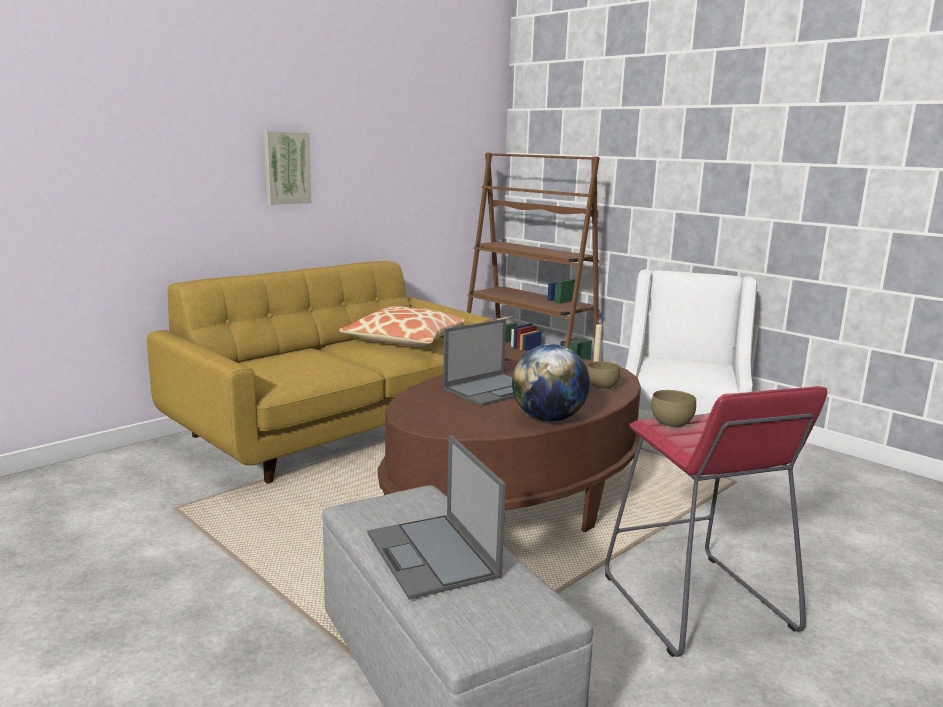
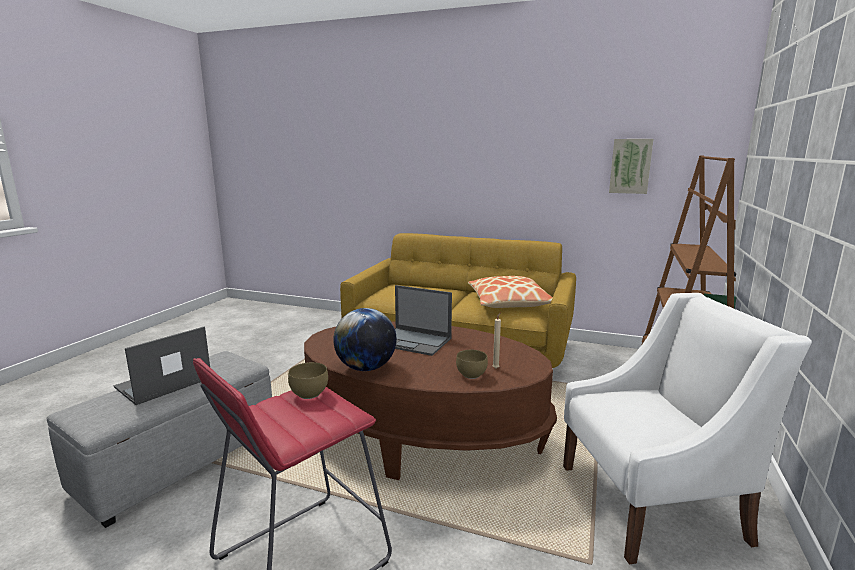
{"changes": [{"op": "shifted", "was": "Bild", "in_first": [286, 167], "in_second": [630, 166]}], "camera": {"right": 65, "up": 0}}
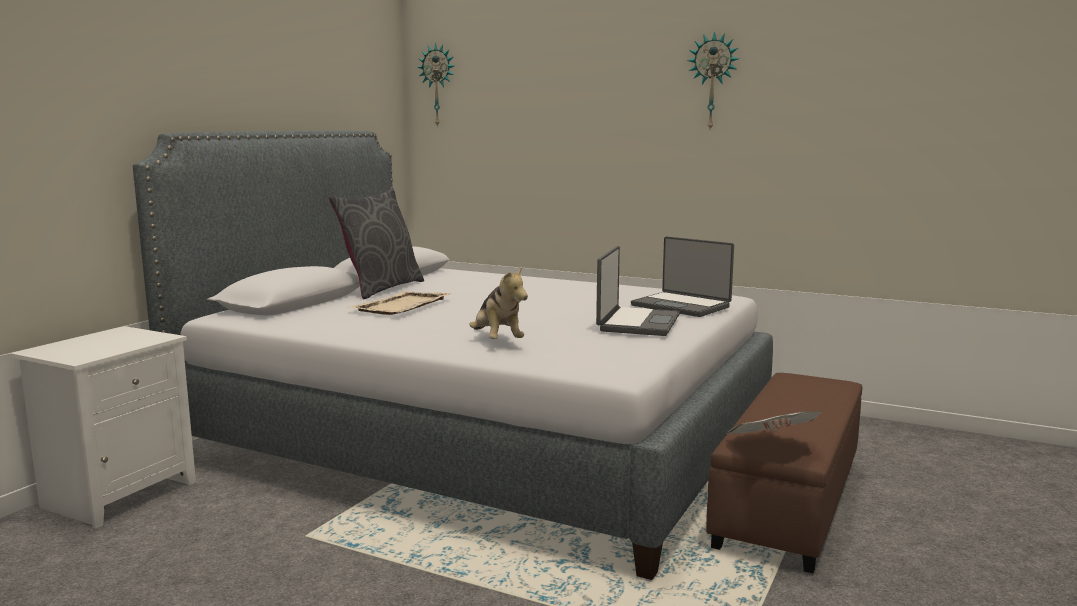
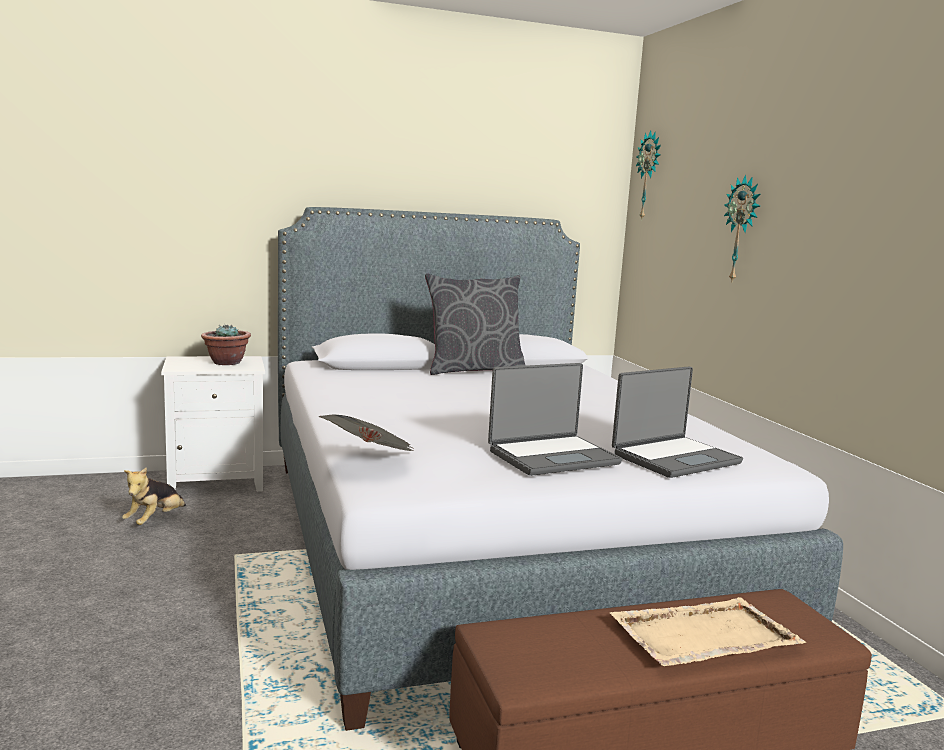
{"changes": [{"op": "shifted", "was": "Plüschtier", "in_first": [497, 341], "in_second": [155, 521]}, {"op": "new", "now": "Topfpflanze", "in_second": [226, 362]}, {"op": "shifted", "was": "Zeitung", "in_first": [770, 447], "in_second": [371, 459]}, {"op": "shifted", "was": "Tablett/beige", "in_first": [401, 306], "in_second": [702, 636]}, {"op": "rotated", "was": "Laptop", "in_first": [681, 306], "in_second": [674, 458], "clockwise": -120}, {"op": "shifted", "was": "Wanduhr", "in_first": [713, 82], "in_second": [742, 229]}], "camera": {"right": 45, "up": 0}}
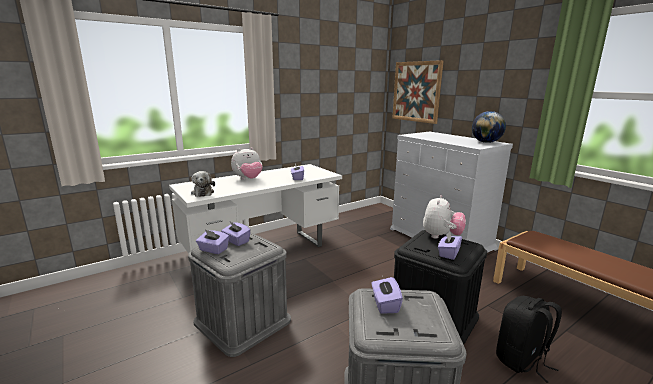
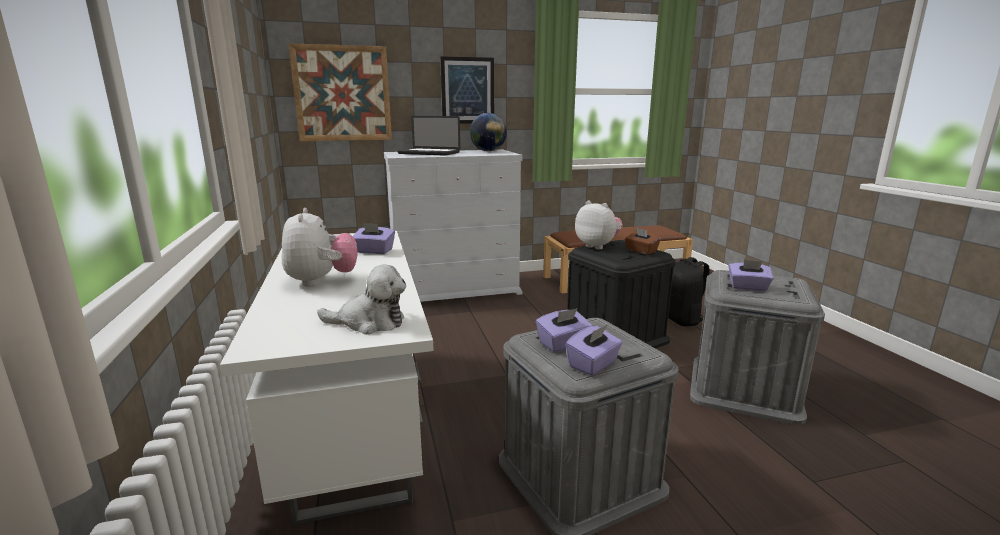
{"changes": [{"op": "new", "now": "Laptop", "in_second": [429, 153]}, {"op": "new", "now": "Bild", "in_second": [467, 90]}, {"op": "repainted", "was": "Taschentuchbox/lila", "now": "Taschentuchbox/braun", "in_first": [448, 253], "in_second": [641, 251]}], "camera": {"right": -70, "up": 0}}
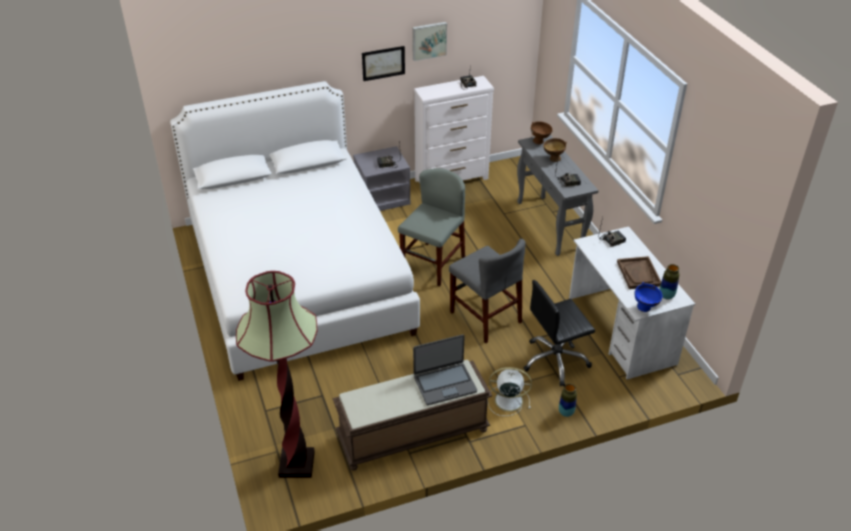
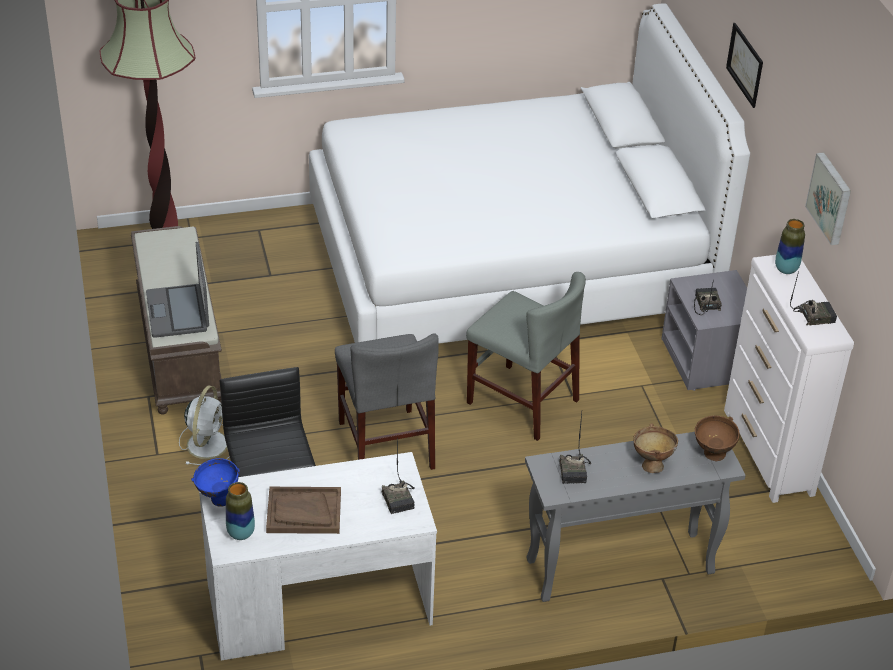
{"changes": [{"op": "rotated", "was": "Stuhl/grau", "in_first": [485, 317], "in_second": [385, 445], "clockwise": -75}, {"op": "shifted", "was": "Bild", "in_first": [383, 63], "in_second": [745, 64]}, {"op": "shifted", "was": "Vase", "in_first": [566, 412], "in_second": [786, 269]}], "camera": {"right": 95, "up": 0}}
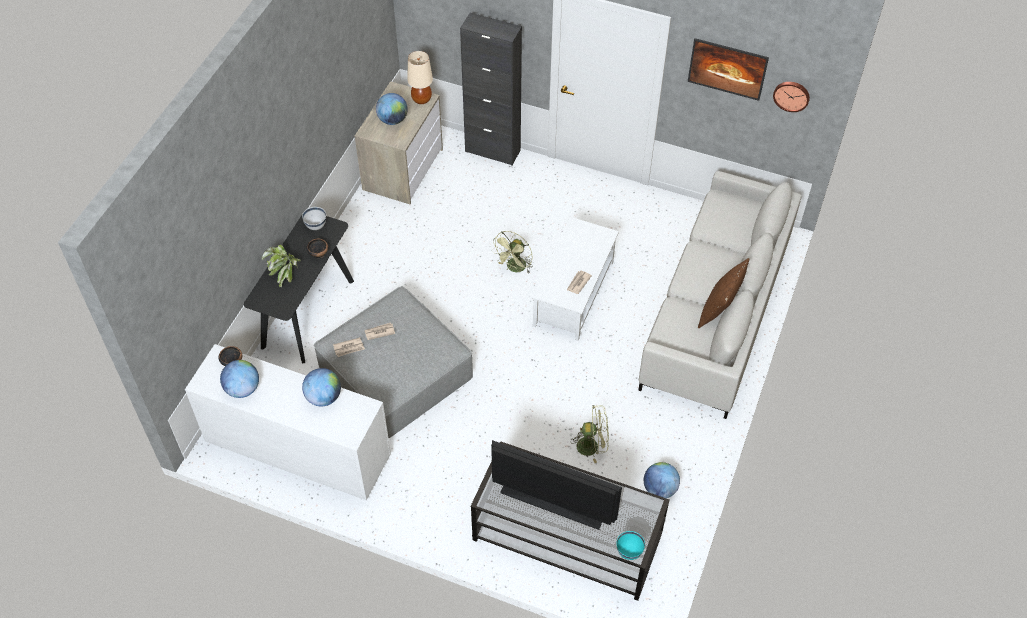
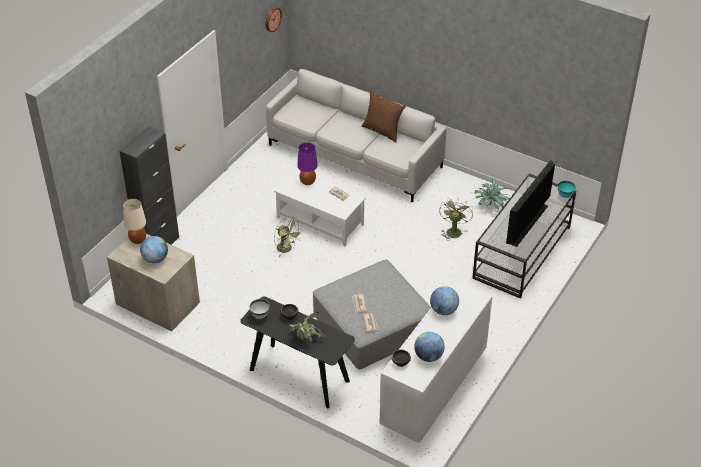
{"changes": [{"op": "new", "now": "Tischlampe/lila", "in_second": [307, 181]}, {"op": "swapped", "was": "Globus", "now": "Topfpflanze", "in_first": [659, 489], "in_second": [491, 205]}, {"op": "gone", "was": "Bild", "in_first": [725, 79]}], "camera": {"right": -80, "up": -10}}
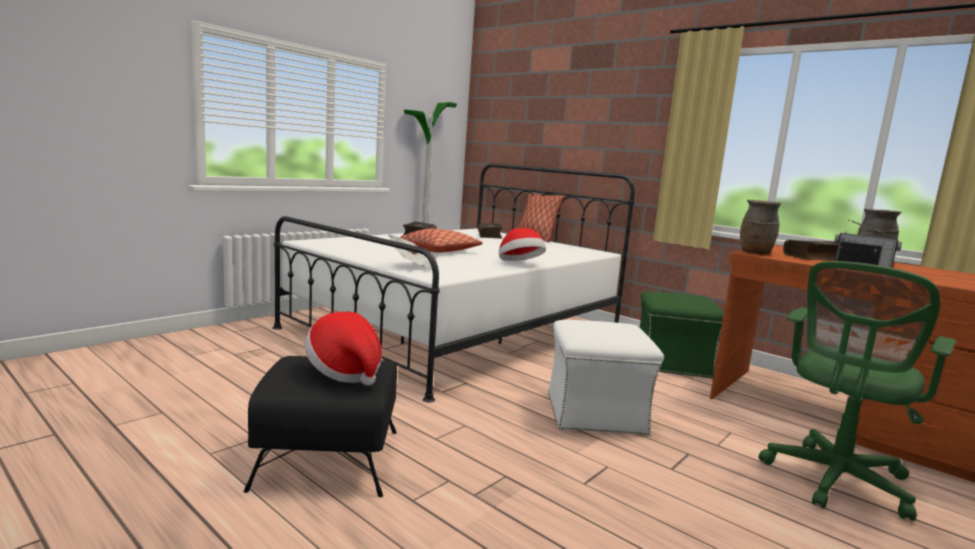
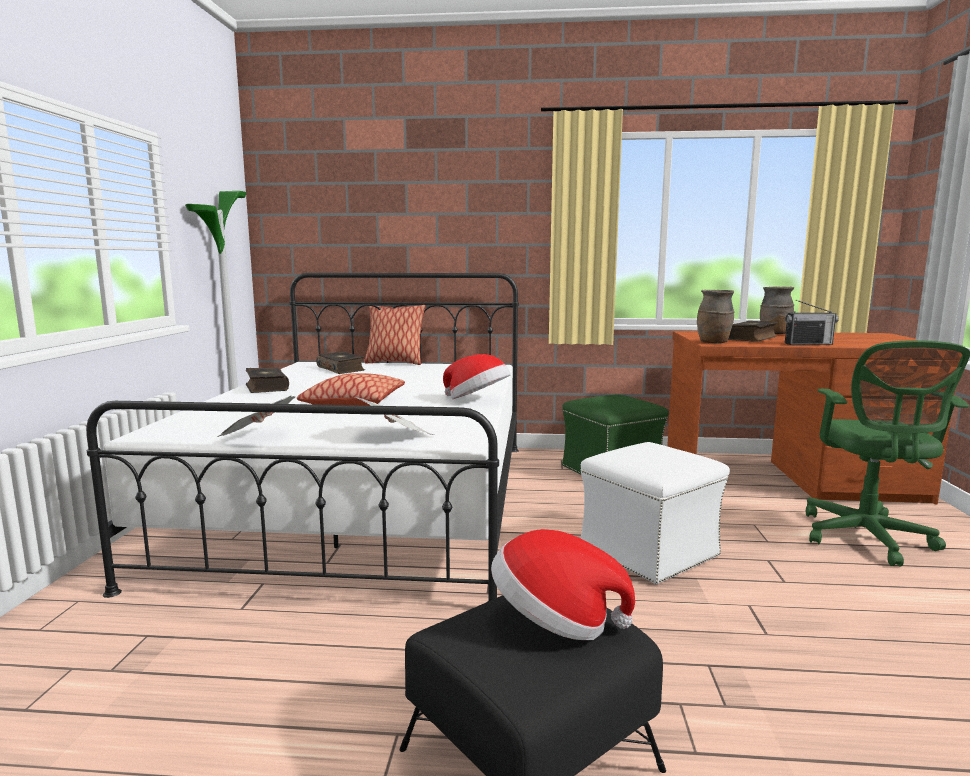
{"changes": [{"op": "new", "now": "Zeitung", "in_second": [258, 436]}], "camera": {"right": -35, "up": 0}}
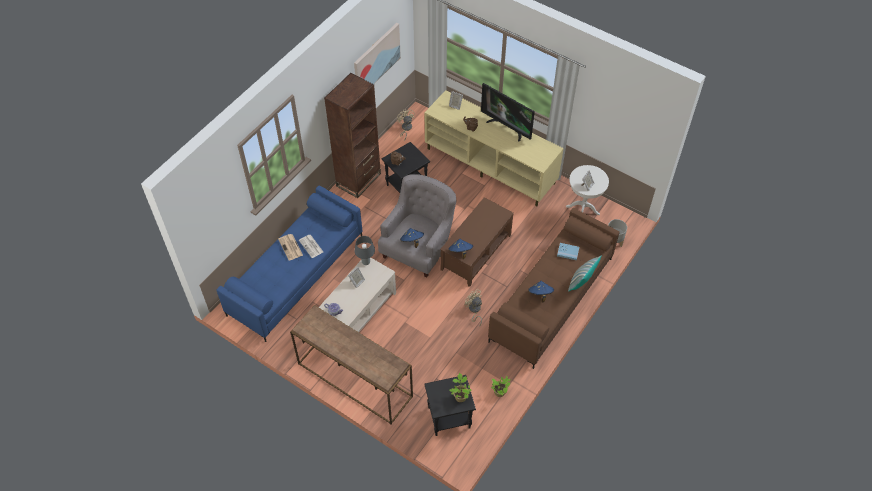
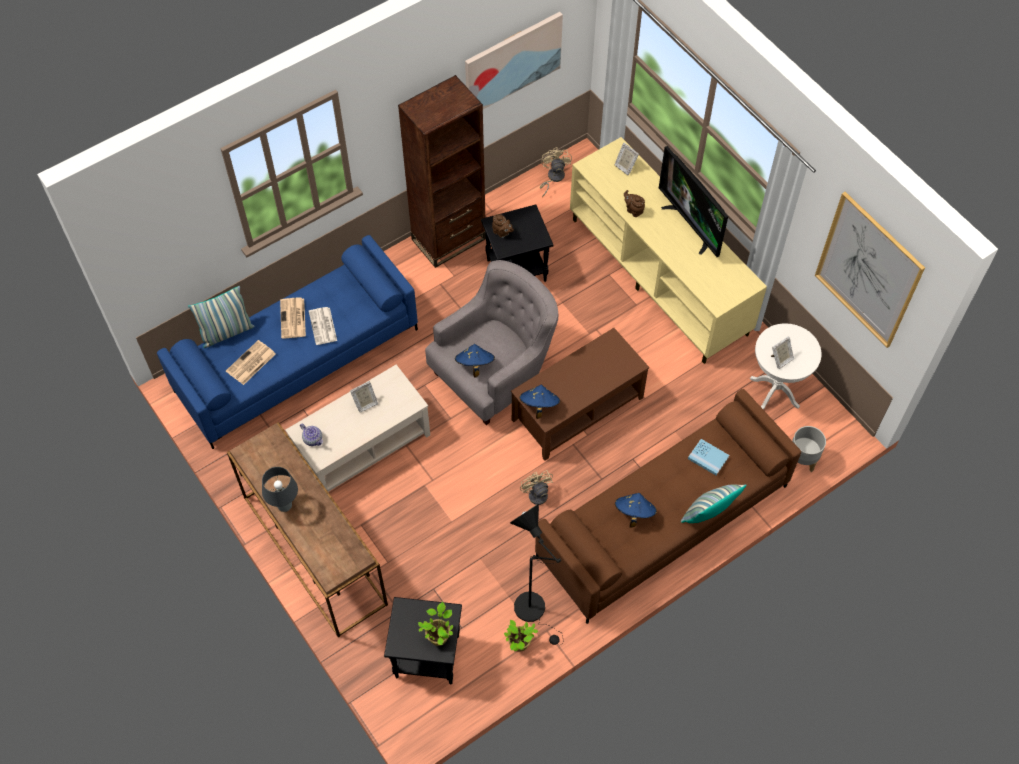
{"changes": [{"op": "new", "now": "Kissen", "in_second": [226, 332]}, {"op": "new", "now": "Zeitung", "in_second": [250, 363]}, {"op": "shifted", "was": "Tischlampe/grau", "in_first": [366, 262], "in_second": [285, 506]}, {"op": "new", "now": "Stehlampe/schwarz", "in_second": [534, 611]}, {"op": "new", "now": "Bild", "in_second": [868, 270]}], "camera": {"right": 20, "up": 5}}
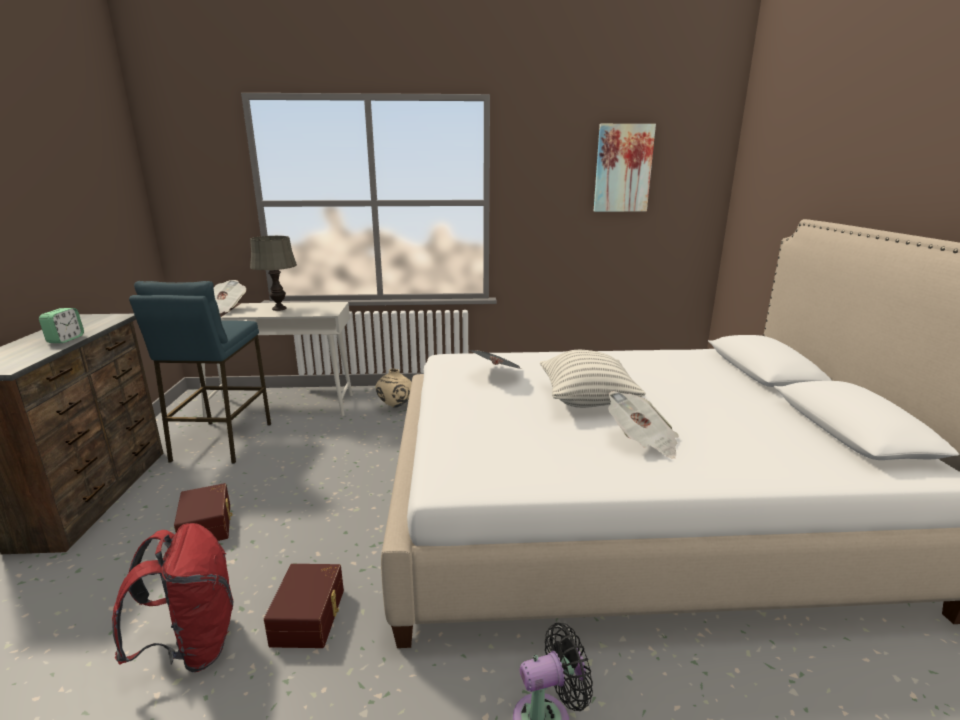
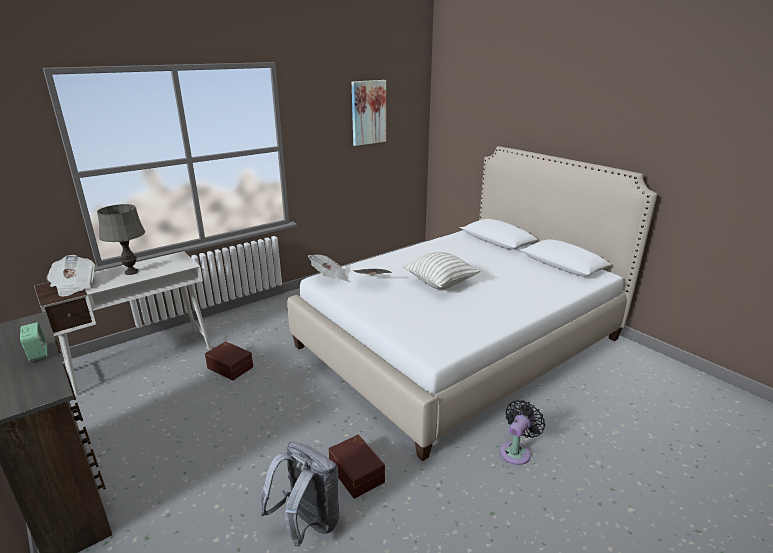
{"changes": [{"op": "shifted", "was": "Aufbewahrungsbox/braun", "in_first": [208, 525], "in_second": [231, 367]}, {"op": "repainted", "was": "Rucksack/rot", "now": "Rucksack/grau", "in_first": [192, 646], "in_second": [307, 524]}, {"op": "shifted", "was": "Zeitung", "in_first": [642, 441], "in_second": [330, 277]}, {"op": "gone", "was": "Hocker/blau", "in_first": [221, 442]}, {"op": "gone", "was": "Vase/beige", "in_first": [395, 406]}], "camera": {"right": -35, "up": 5}}
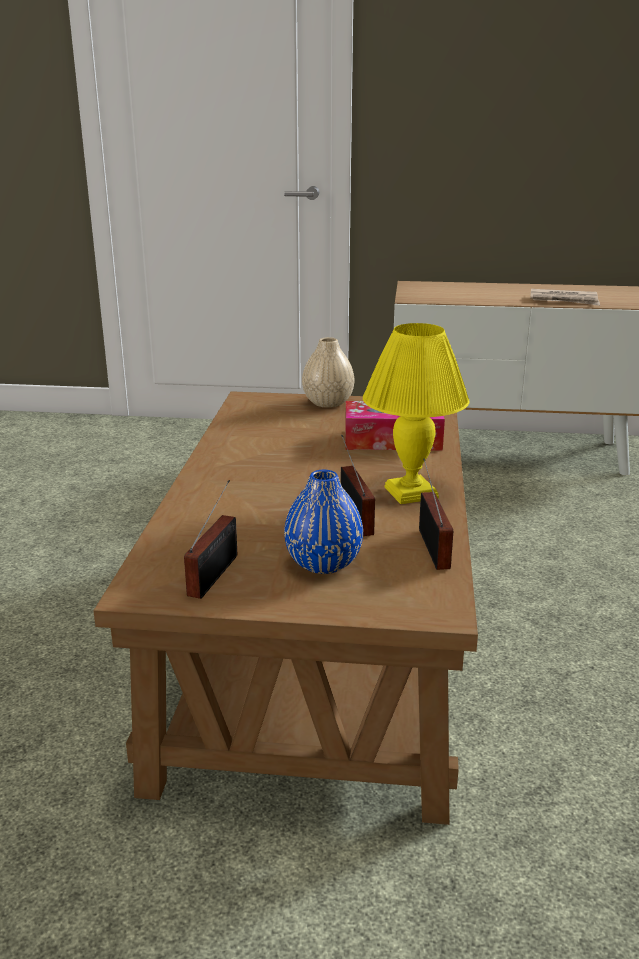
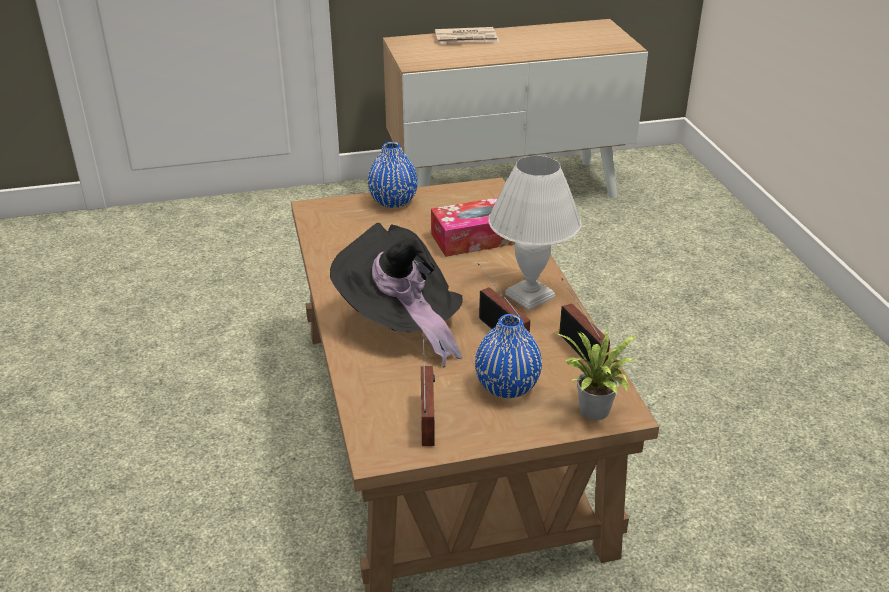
{"changes": [{"op": "new", "now": "Hut/schwarz", "in_second": [401, 323]}, {"op": "repainted", "was": "Vase/beige", "now": "Vase/blau", "in_first": [328, 403], "in_second": [393, 201]}, {"op": "shifted", "was": "Zeitung", "in_first": [564, 300], "in_second": [467, 39]}, {"op": "repainted", "was": "Tischlampe/gelb", "now": "Tischlampe/weiß", "in_first": [412, 492], "in_second": [530, 295]}, {"op": "new", "now": "Topfpflanze", "in_second": [594, 413]}], "camera": {"right": -20, "up": 10}}
